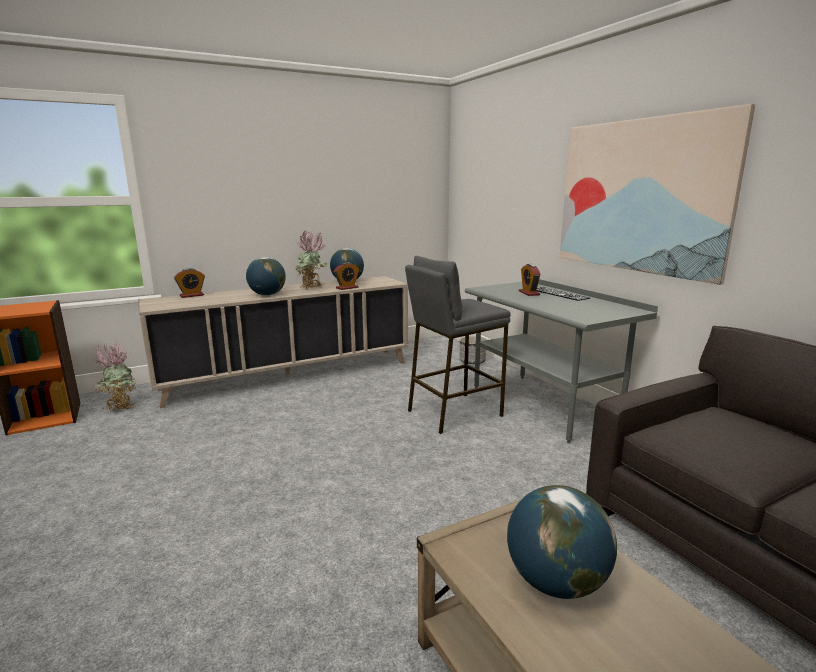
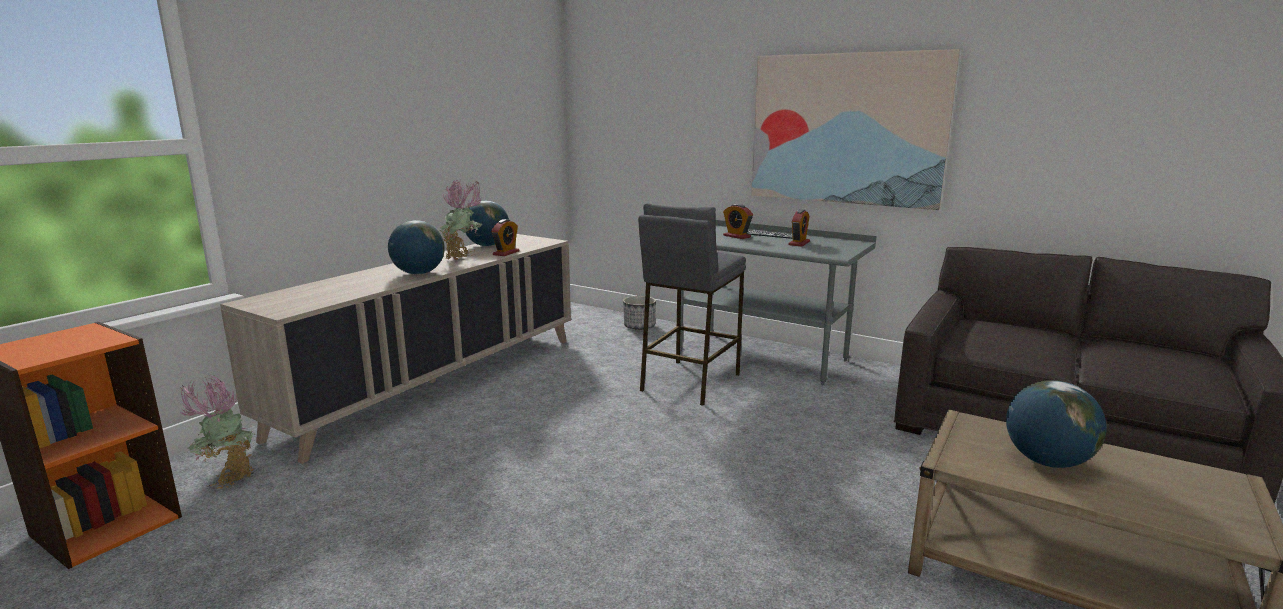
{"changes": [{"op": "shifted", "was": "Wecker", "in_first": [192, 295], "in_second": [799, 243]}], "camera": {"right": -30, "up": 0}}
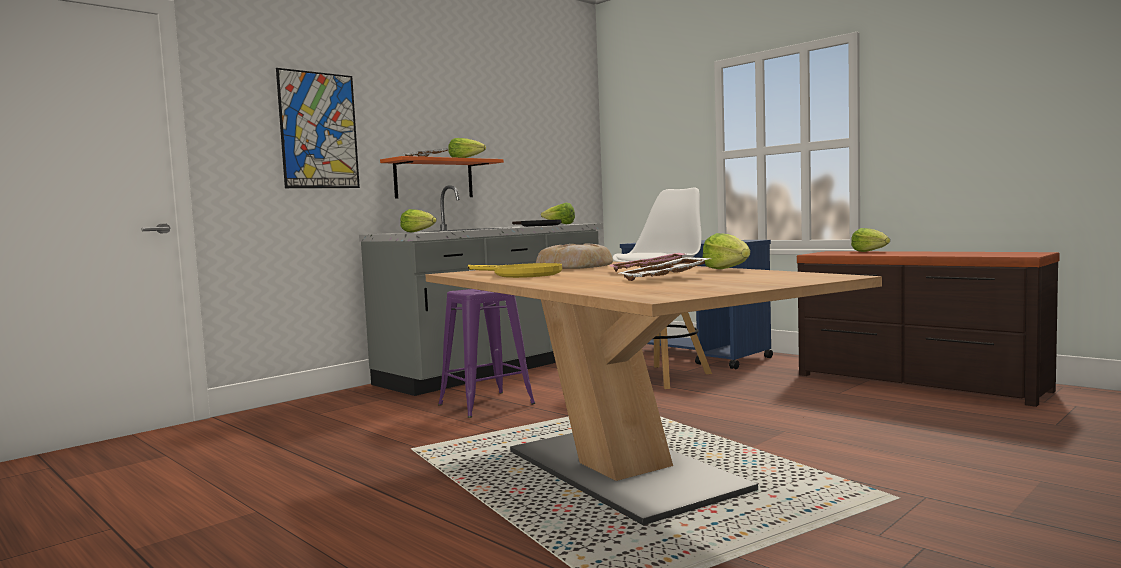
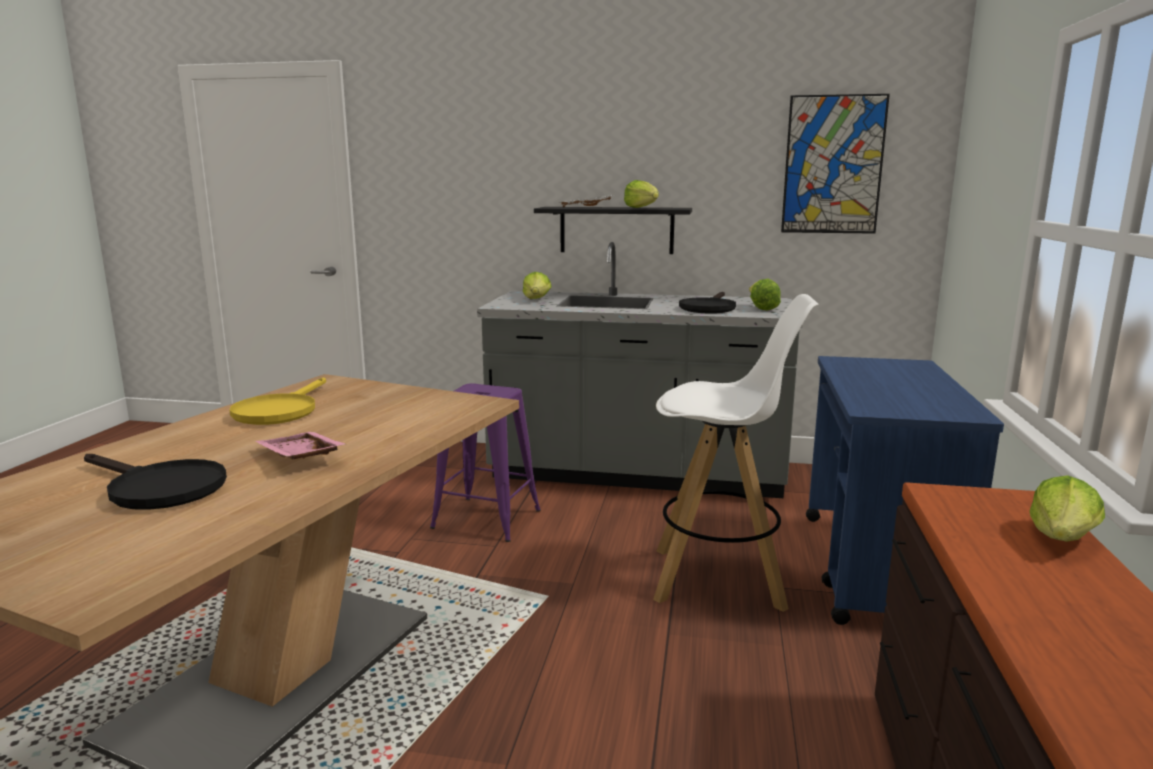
{"changes": [{"op": "swapped", "was": "Tablett/weiß", "now": "Pfanne/schwarz", "in_first": [665, 278], "in_second": [158, 488]}, {"op": "repainted", "was": "Wandregal/orange", "now": "Wandregal/schwarz", "in_first": [434, 179], "in_second": [616, 230]}, {"op": "shifted", "was": "Bild", "in_first": [319, 130], "in_second": [833, 165]}, {"op": "gone", "was": "Brot", "in_first": [575, 266]}, {"op": "gone", "was": "Salatkopf", "in_first": [728, 269]}], "camera": {"right": 55, "up": 10}}
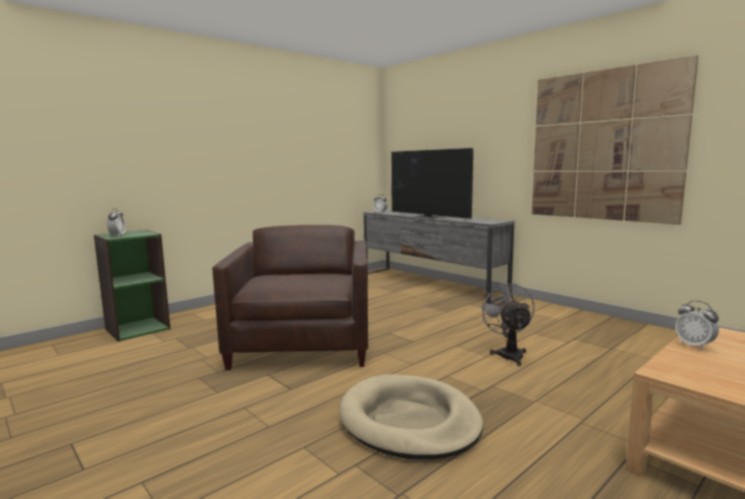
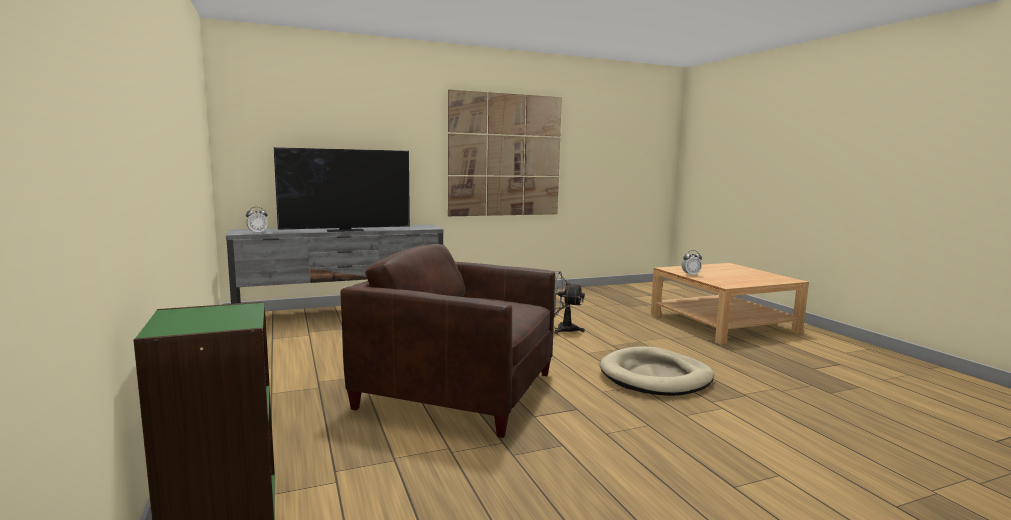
{"changes": [{"op": "gone", "was": "Wecker", "in_first": [117, 236]}], "camera": {"right": -70, "up": 0}}
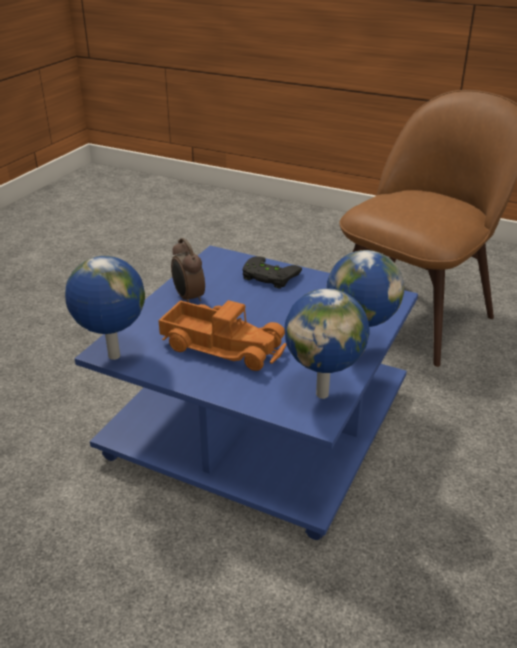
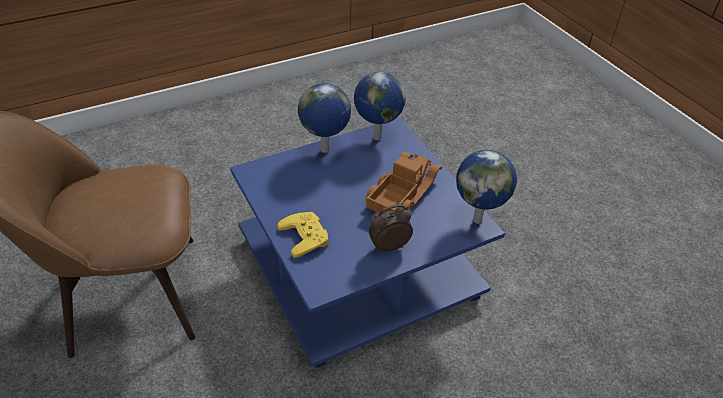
{"changes": [{"op": "repainted", "was": "Gamepad/schwarz", "now": "Gamepad/gelb", "in_first": [268, 277], "in_second": [307, 236]}, {"op": "rotated", "was": "Spielzeuglaster", "in_first": [223, 345], "in_second": [401, 192], "clockwise": 60}, {"op": "rotated", "was": "Wecker", "in_first": [188, 298], "in_second": [388, 246], "clockwise": -120}], "camera": {"right": -145, "up": 10}}
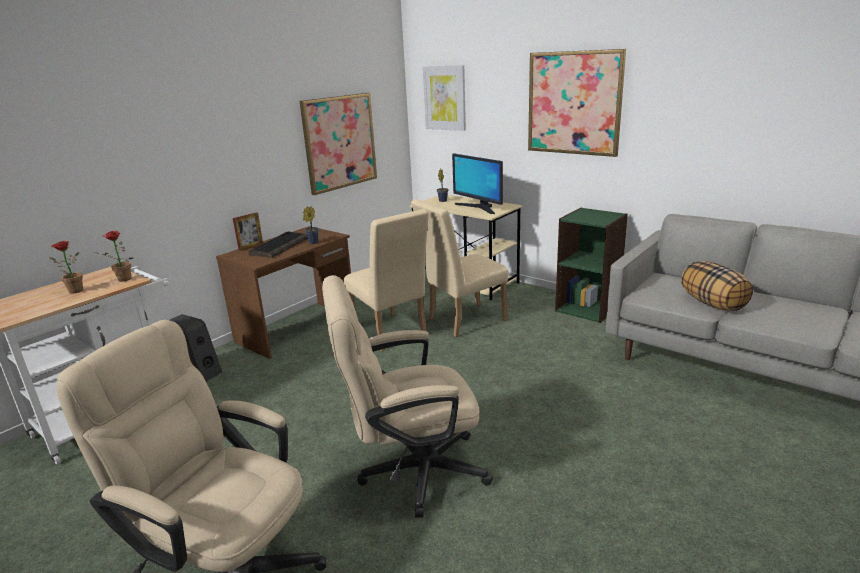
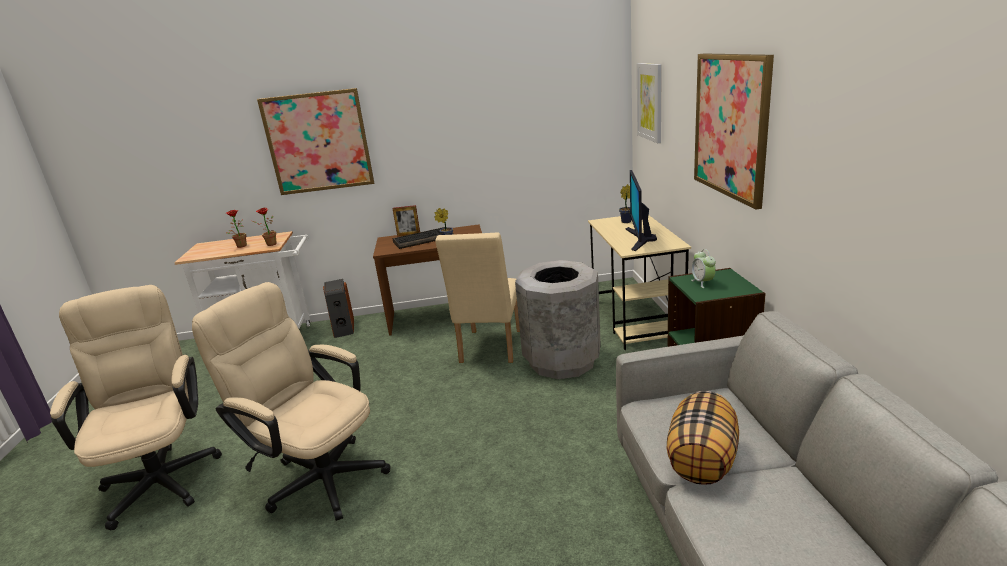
{"changes": [{"op": "shifted", "was": "Bild", "in_first": [340, 142], "in_second": [318, 142]}, {"op": "swapped", "was": "Stuhl/beige", "now": "Mülleimer/grau", "in_first": [461, 321], "in_second": [561, 361]}, {"op": "new", "now": "Wecker", "in_second": [702, 282]}], "camera": {"right": 45, "up": 0}}
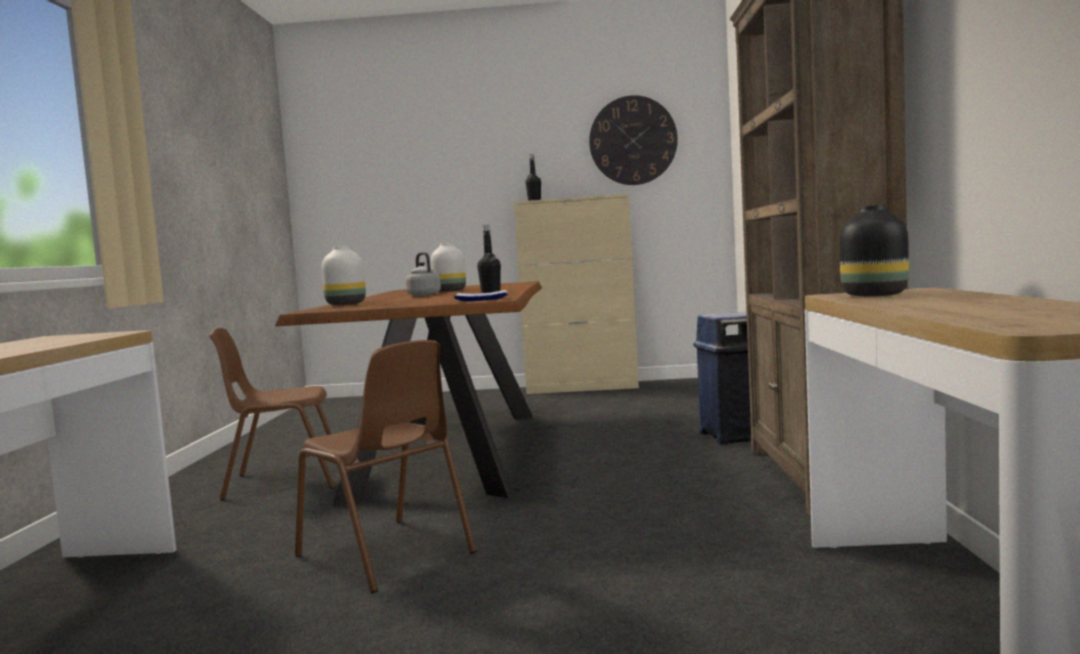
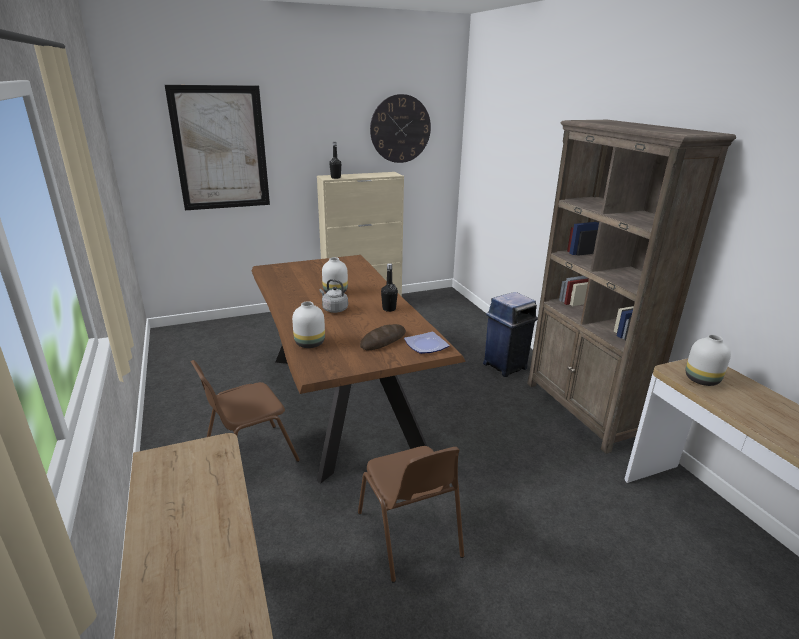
{"changes": [{"op": "new", "now": "Bild", "in_second": [221, 149]}, {"op": "rotated", "was": "Stuhl/braun", "in_first": [387, 555], "in_second": [409, 535], "clockwise": 45}, {"op": "new", "now": "Brot", "in_second": [383, 340]}, {"op": "repainted", "was": "Vase/schwarz", "now": "Vase/weiß", "in_first": [874, 295], "in_second": [702, 380]}], "camera": {"right": -25, "up": 20}}
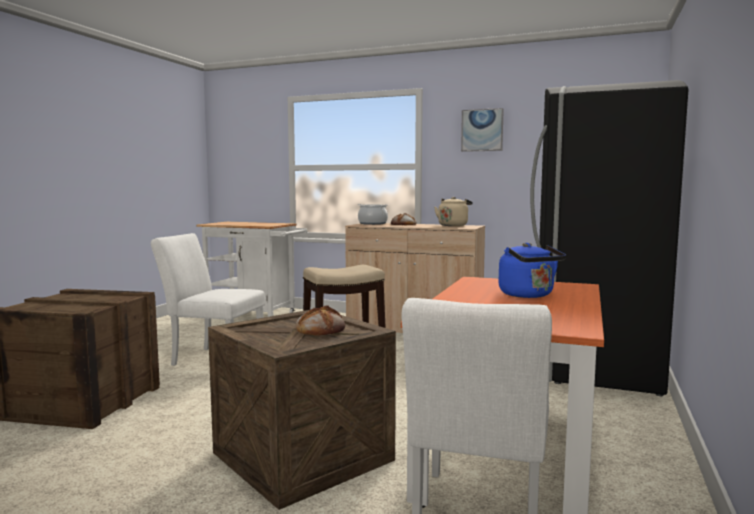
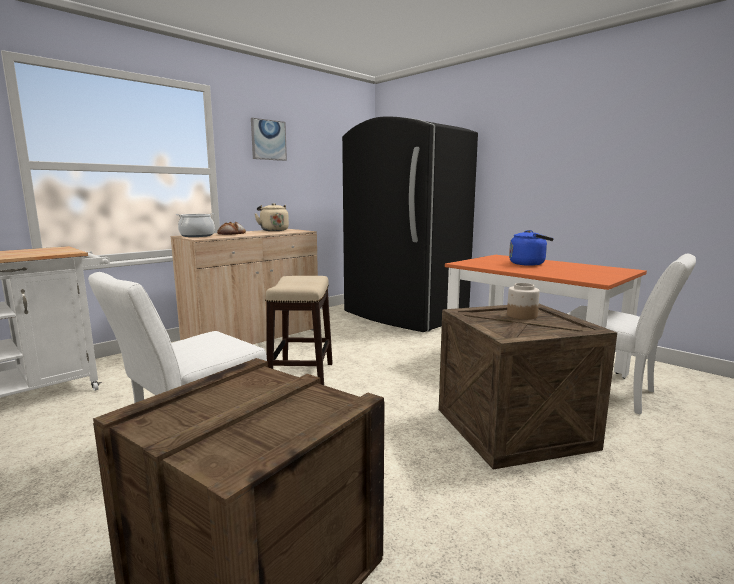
{"changes": [{"op": "swapped", "was": "Brot", "now": "Vorratsglas", "in_first": [320, 328], "in_second": [521, 315]}], "camera": {"right": -65, "up": 5}}
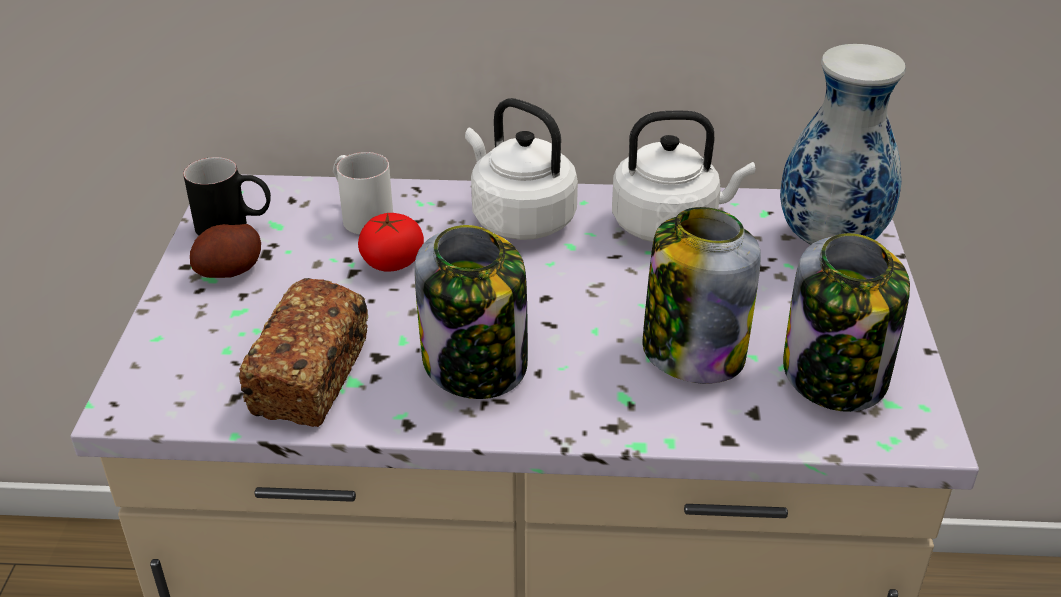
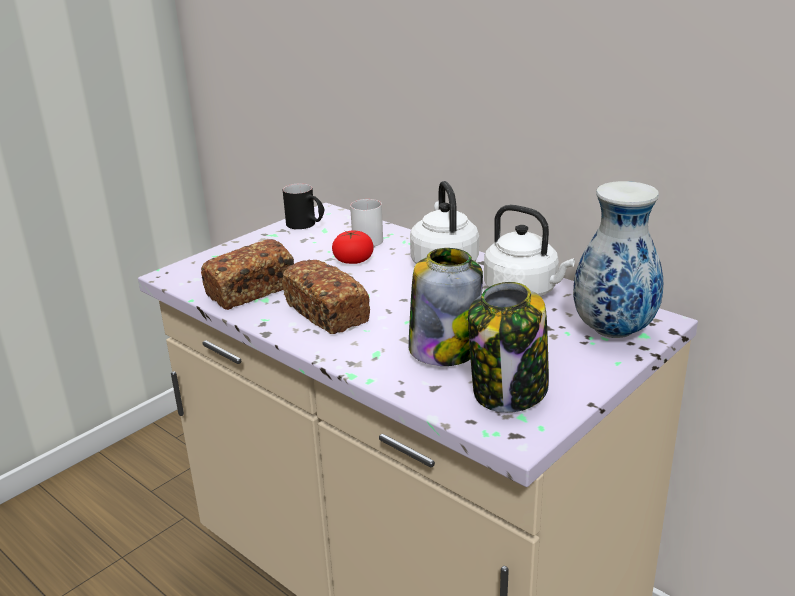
{"changes": [{"op": "swapped", "was": "Vorratsglas", "now": "Brot", "in_first": [476, 365], "in_second": [327, 313]}, {"op": "gone", "was": "Kartoffel", "in_first": [230, 271]}], "camera": {"right": 40, "up": -10}}
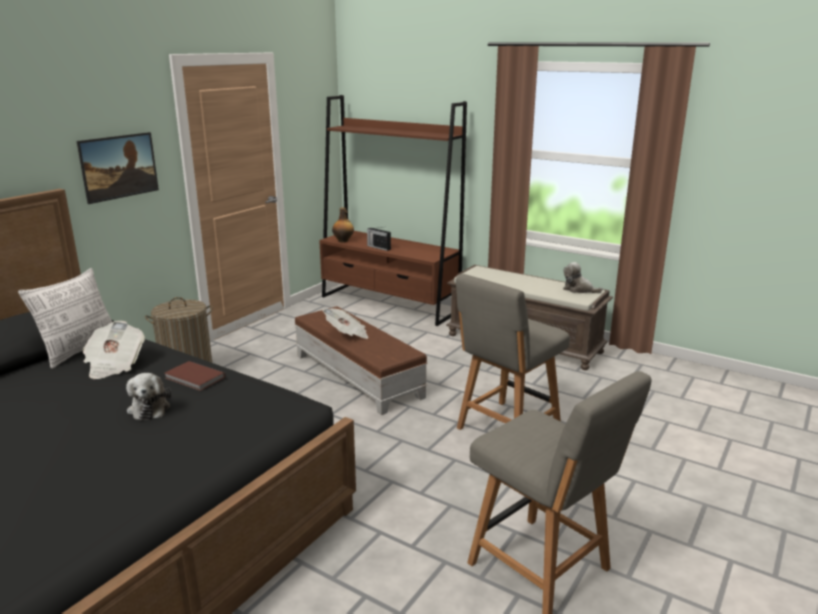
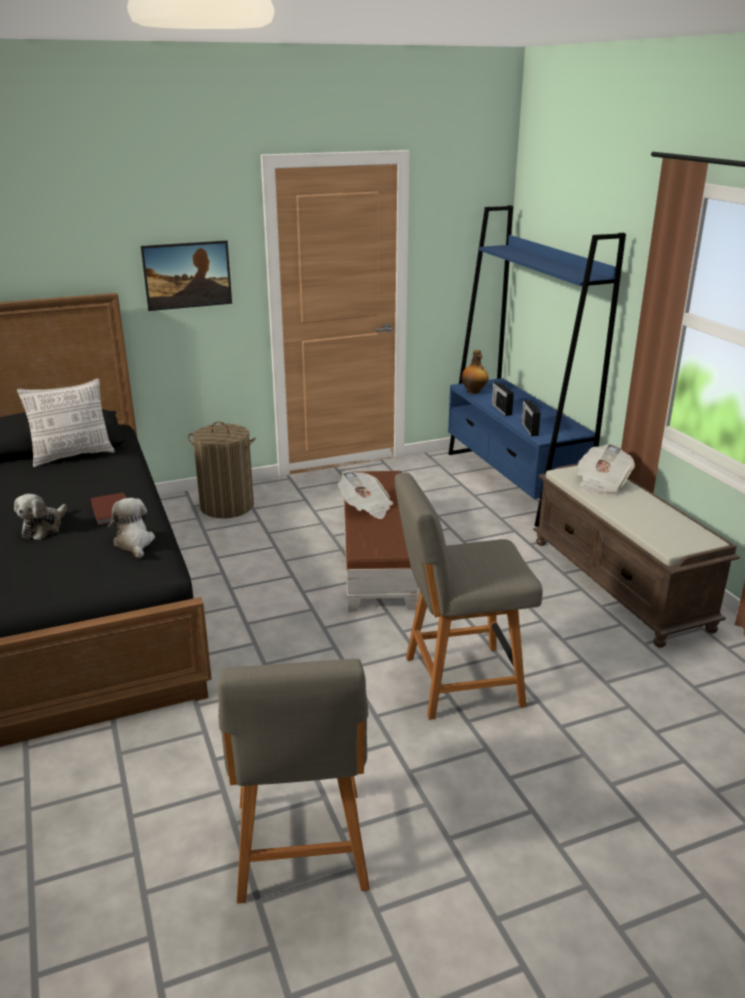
{"changes": [{"op": "shifted", "was": "Plüschtier", "in_first": [578, 289], "in_second": [134, 543]}, {"op": "repainted", "was": "Bücherregal/braun", "now": "Bücherregal/blau", "in_first": [389, 304], "in_second": [513, 483]}, {"op": "new", "now": "Radio", "in_second": [529, 428]}, {"op": "shifted", "was": "Zeitung", "in_first": [114, 365], "in_second": [601, 483]}], "camera": {"right": 35, "up": 5}}
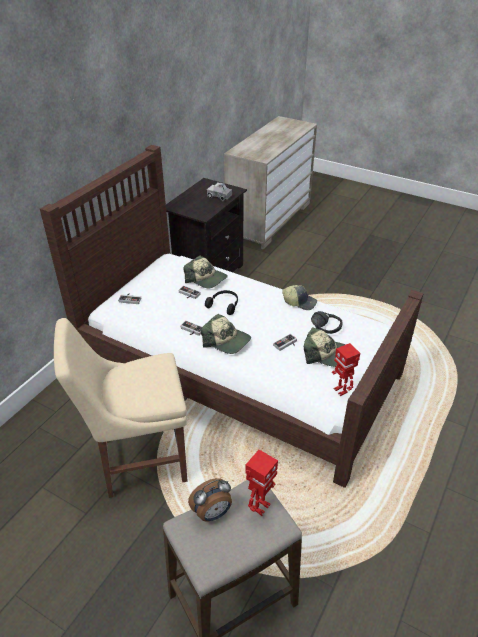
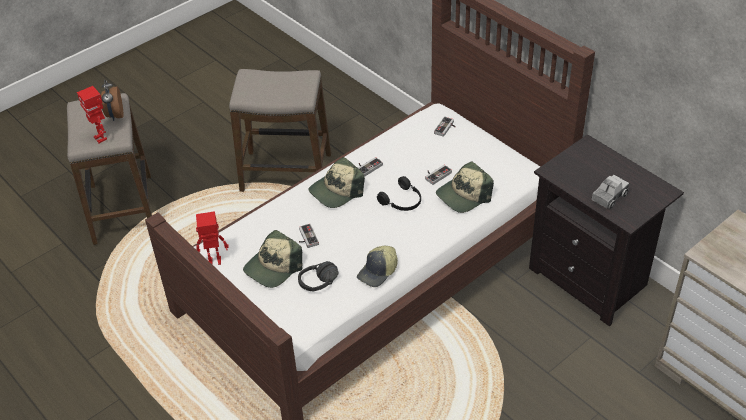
{"changes": [{"op": "swapped", "was": "Stuhl/beige", "now": "Hocker", "in_first": [138, 460], "in_second": [286, 172]}], "camera": {"right": 110, "up": 5}}
